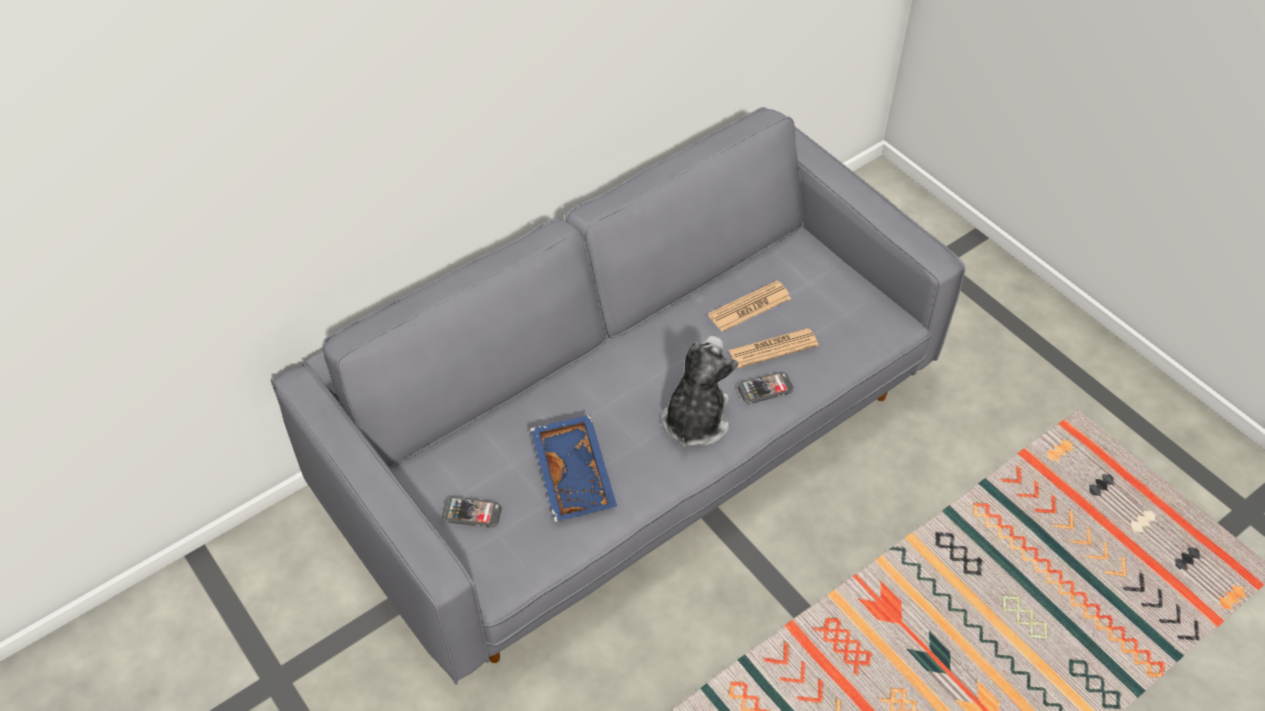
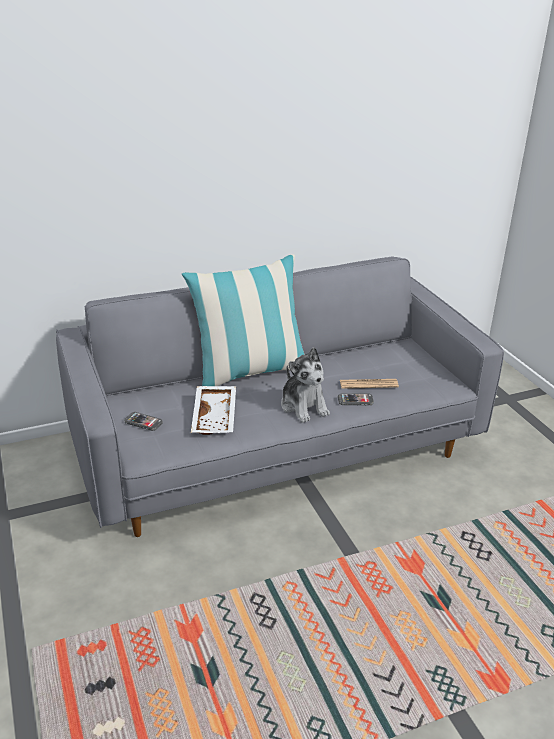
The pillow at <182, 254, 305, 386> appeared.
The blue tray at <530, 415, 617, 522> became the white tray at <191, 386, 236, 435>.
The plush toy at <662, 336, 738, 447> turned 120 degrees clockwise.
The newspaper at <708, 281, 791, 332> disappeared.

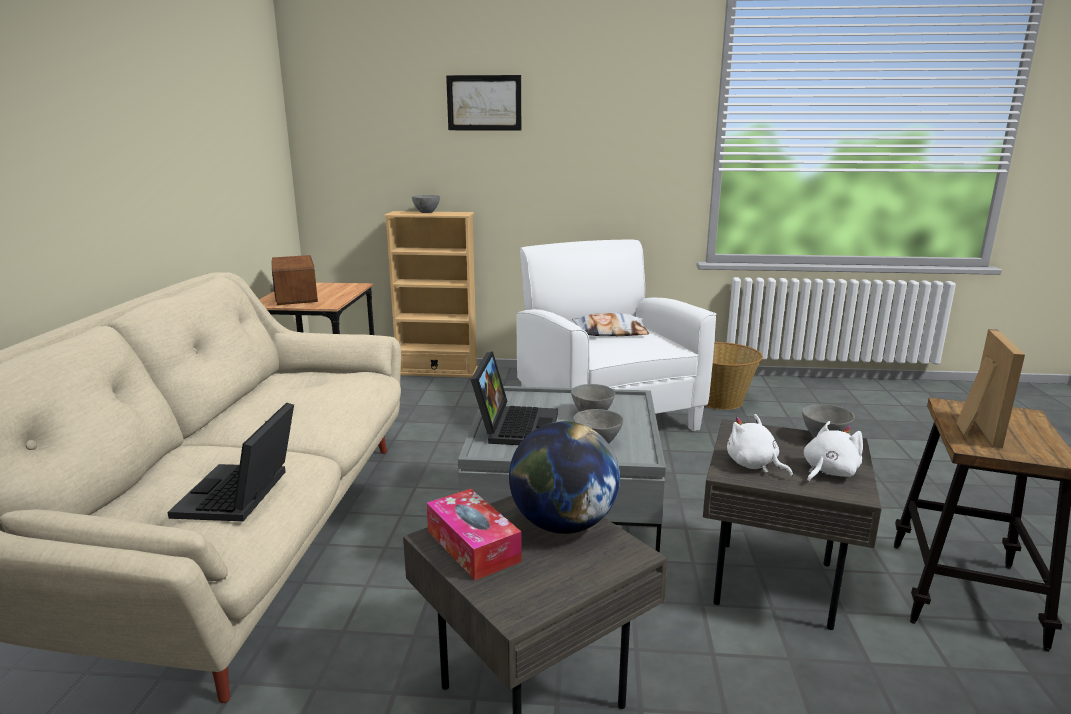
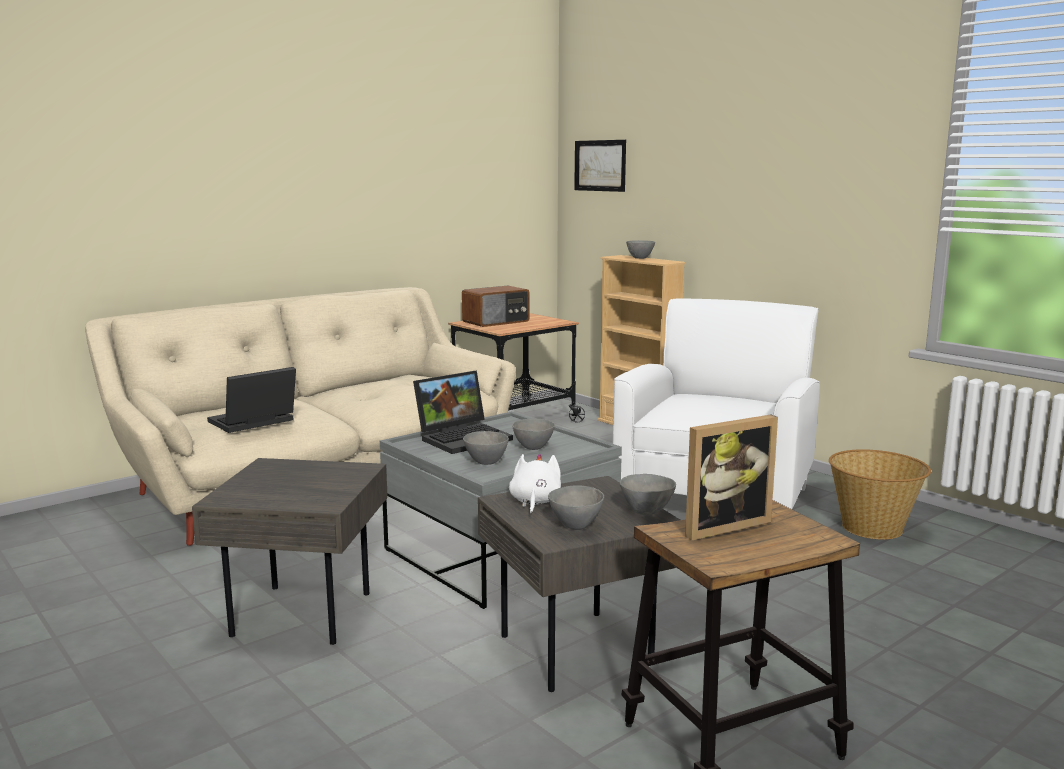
The radio at <270, 255, 318, 305> turned 150 degrees counterclockwise.
The white plush toy at <804, 421, 863, 482> was replaced by the grey bowl at <548, 485, 604, 530>.
The picture moved from <446, 75, 521, 130> to <574, 140, 626, 192>.
The tissue box at <426, 489, 522, 580> disappeared.
The globe at <509, 421, 620, 534> disappeared.
The pillow at <572, 313, 649, 336> disappeared.

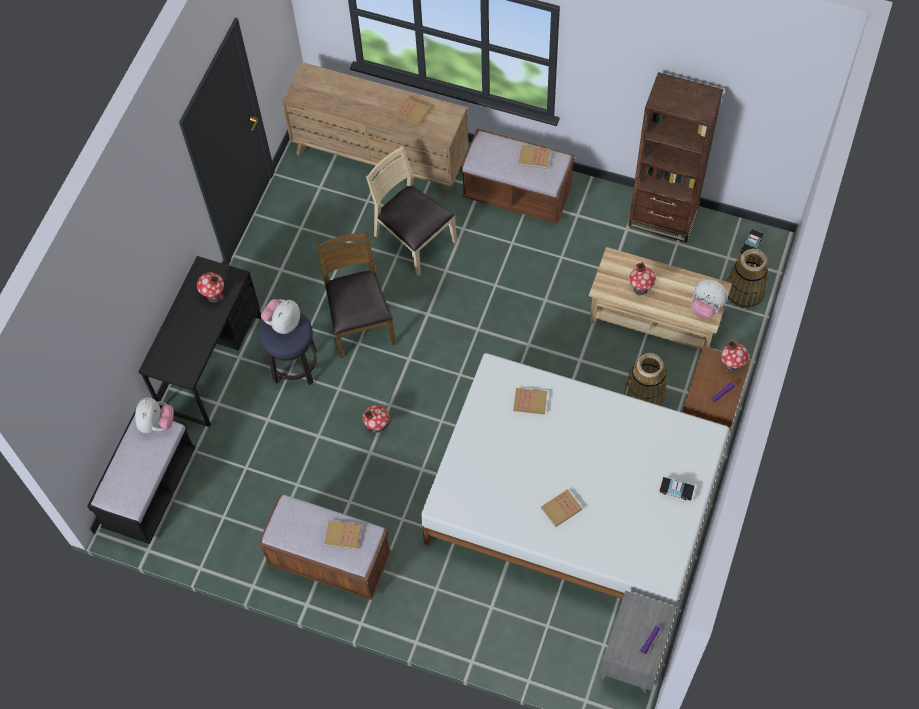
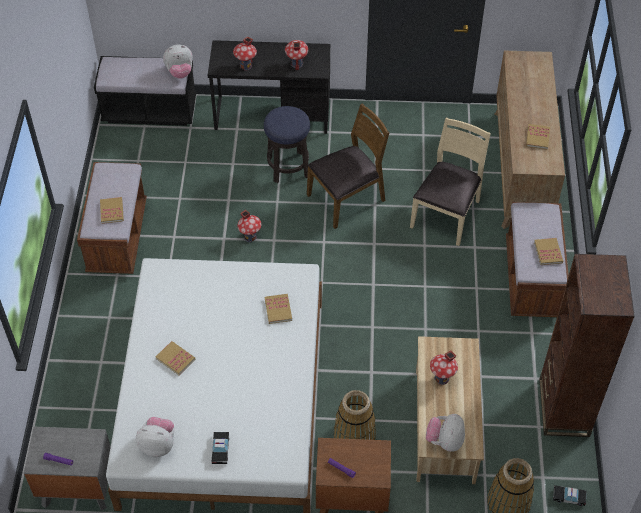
The plush toy moved from <261, 299, 300, 334> to <136, 417, 174, 457>.
The toy house moved from <721, 339, 749, 373> to <233, 37, 257, 71>.

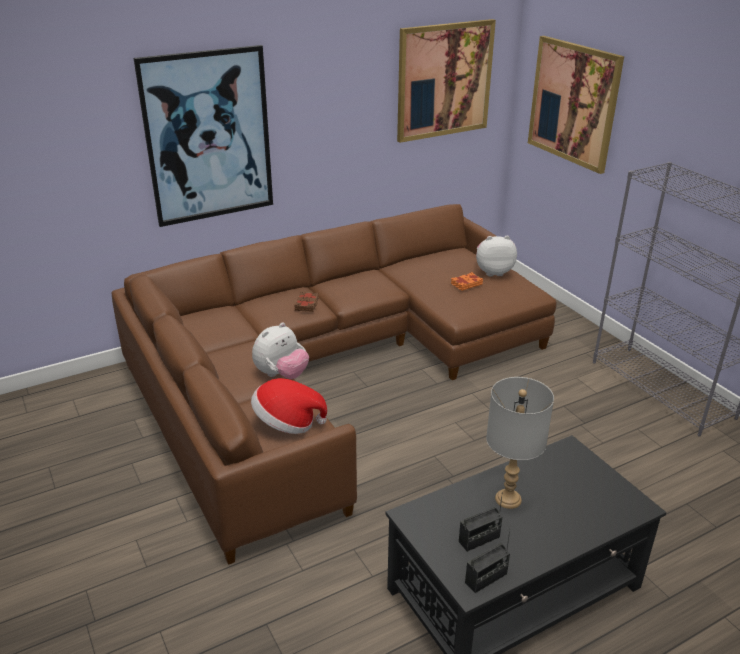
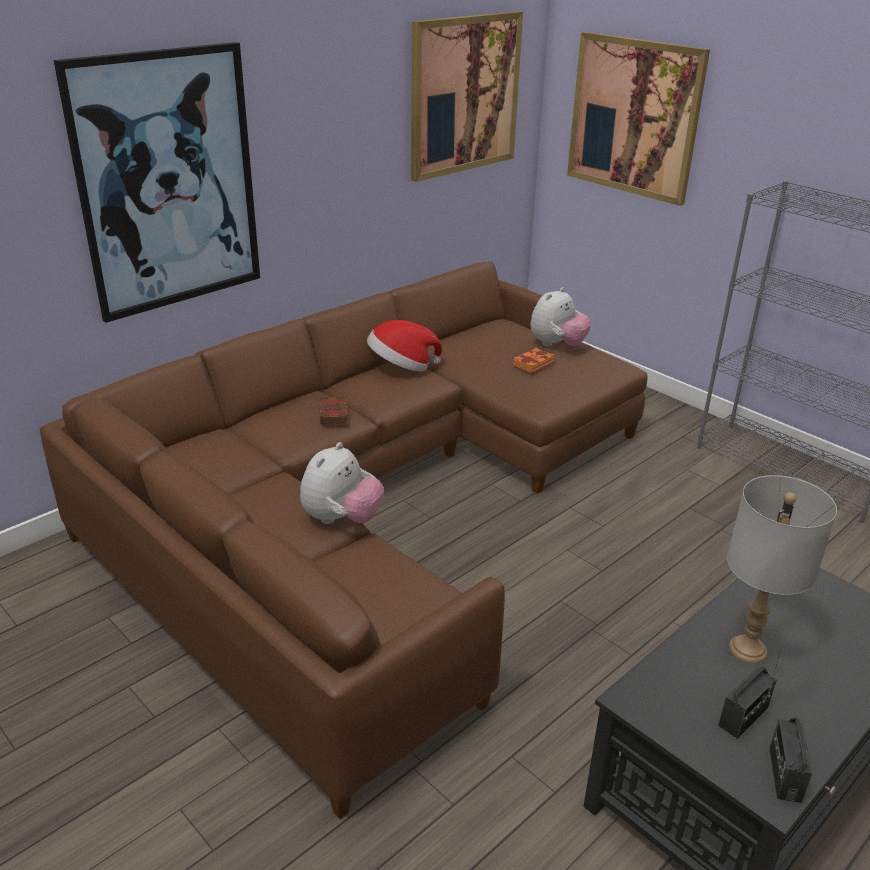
The hat moved from <251, 378, 327, 434> to <367, 320, 442, 371>.
The plush toy at <476, 236, 517, 276> turned 150 degrees clockwise.
The radio at <465, 529, 510, 593> turned 150 degrees clockwise.

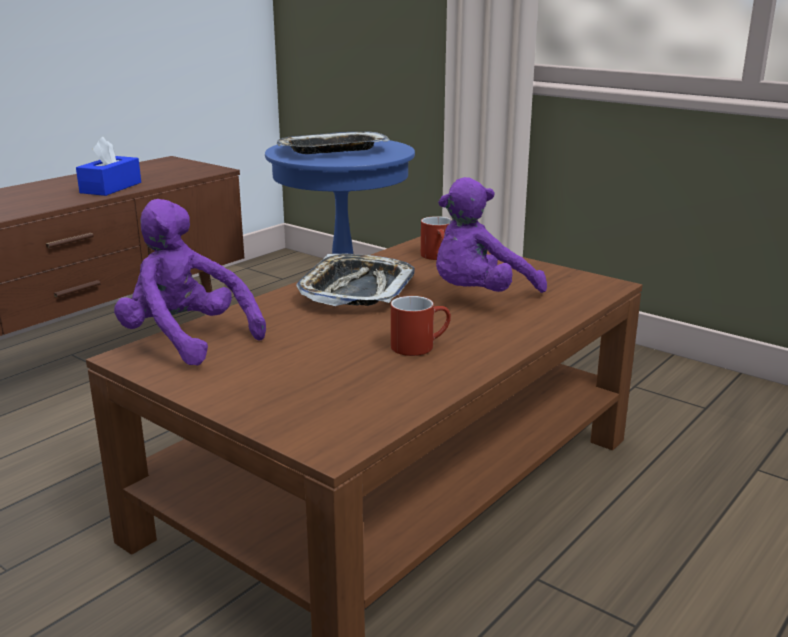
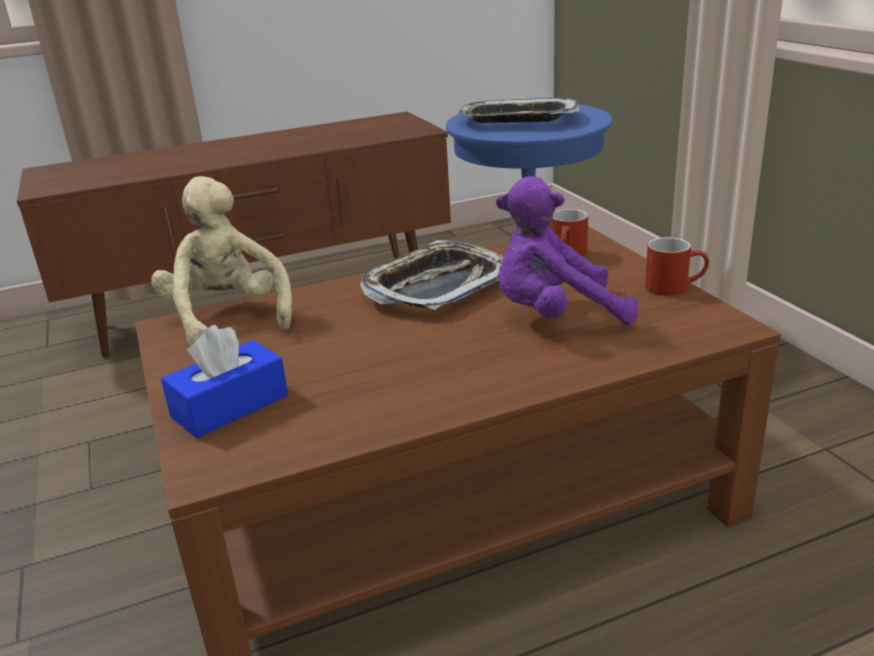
The purple plush toy at <114, 199, 266, 366> became the beige plush toy at <151, 176, 292, 346>.
The blue tissue box moved from <76, 137, 141, 196> to <161, 325, 288, 438>.
The red mug moved from <391, 296, 451, 356> to <645, 237, 709, 296>.

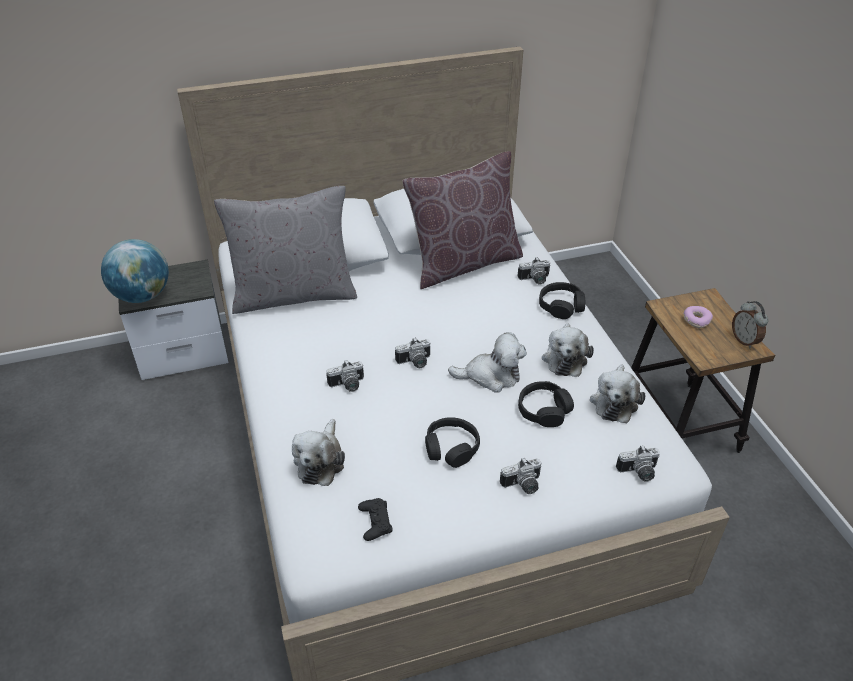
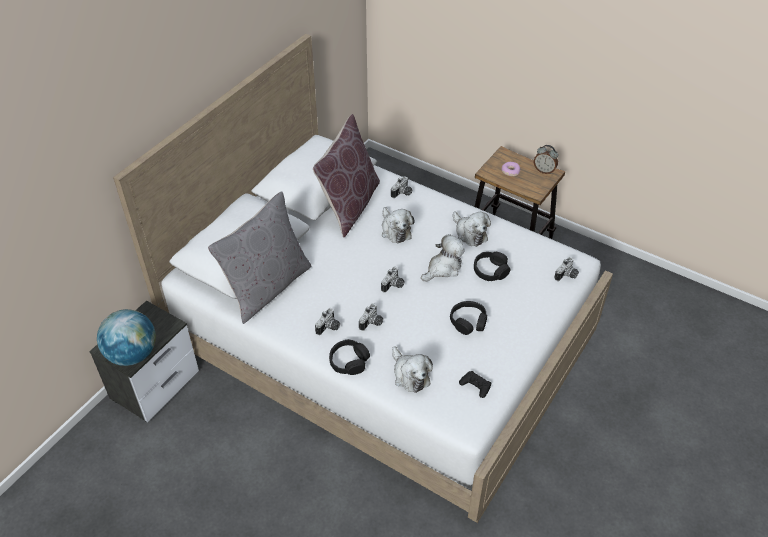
The photo camera moved from <500, 458, 542, 494> to <315, 308, 340, 335>.
The black headphones moved from <539, 282, 585, 319> to <329, 339, 370, 375>.
The plush toy moved from <590, 364, 646, 423> to <382, 207, 415, 243>.

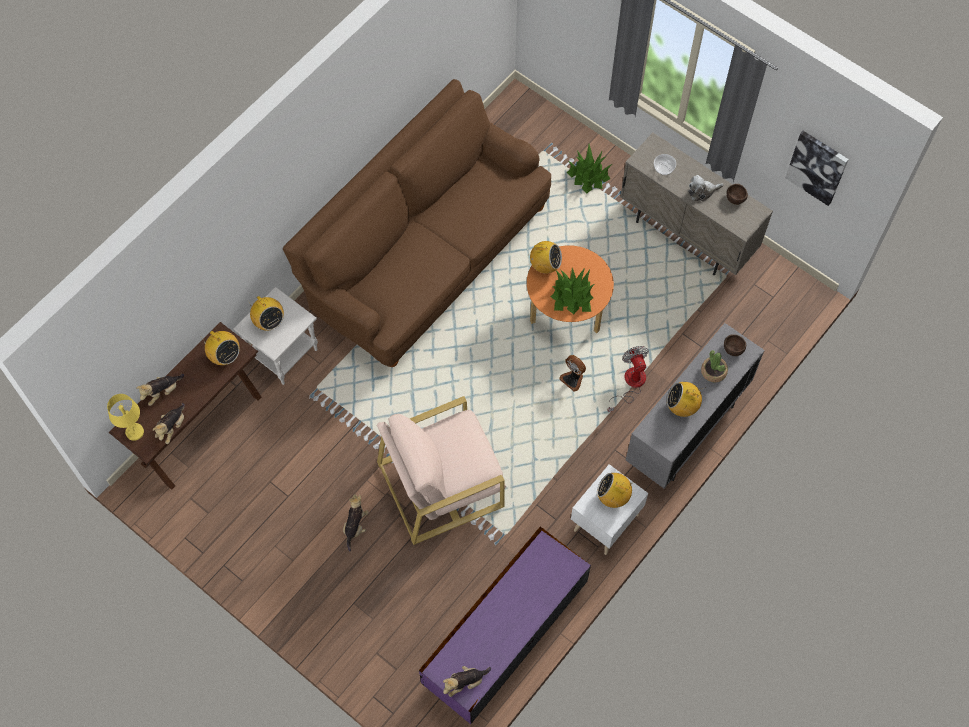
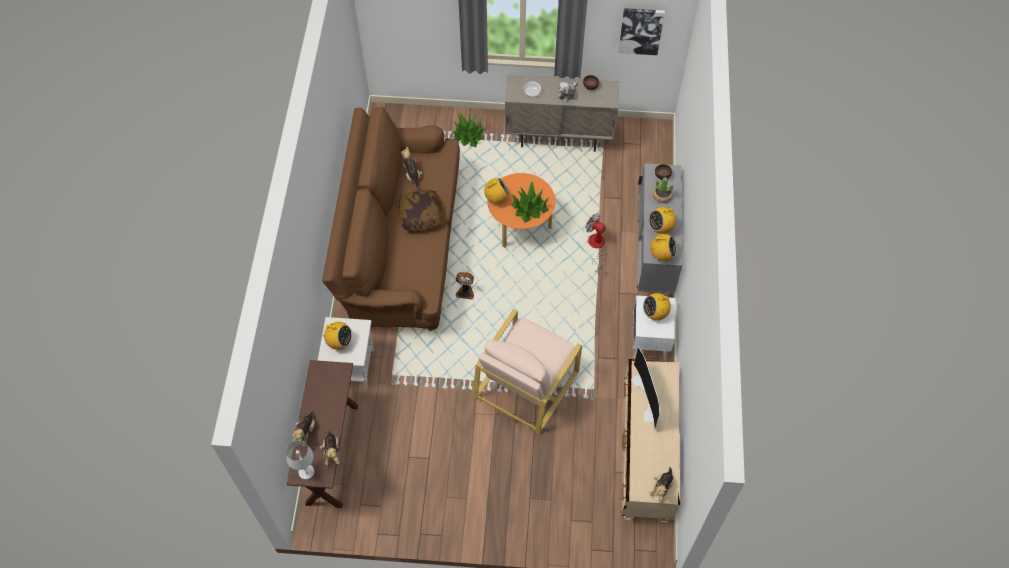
The yellow table lamp at <107, 394, 144, 441> became the white table lamp at <286, 440, 314, 480>.
The pillow at <398, 190, 443, 230> appeared.
The plush toy moved from <343, 494, 368, 551> to <401, 146, 422, 191>.
The fan moved from <559, 355, 586, 391> to <456, 272, 474, 299>.
The purple tv stand at <419, 526, 591, 724> became the beige tv stand at <621, 359, 680, 523>.
The television at <631, 346, 661, 430> appeared.
The radio moved from <201, 331, 240, 365> to <650, 234, 677, 261>.

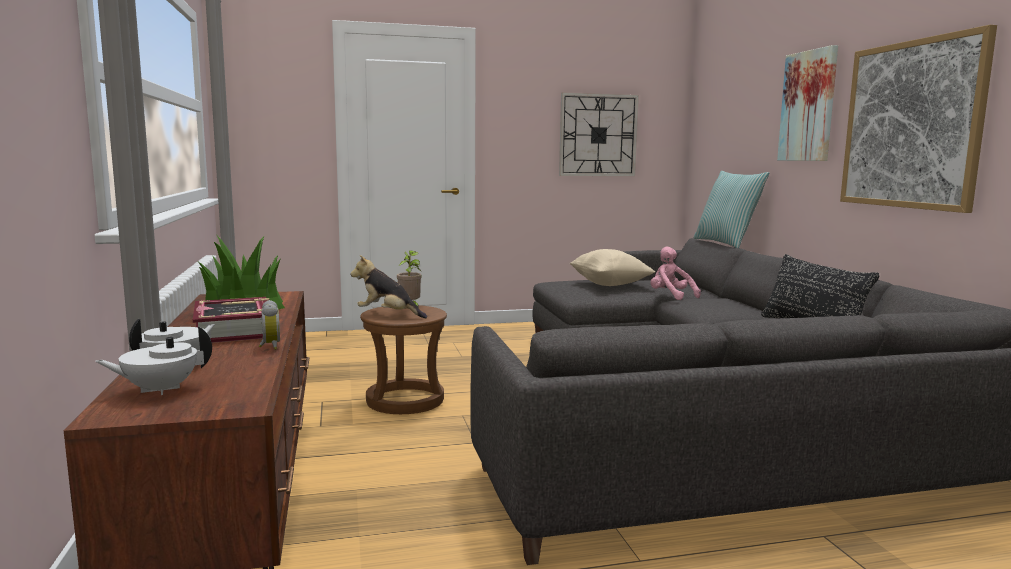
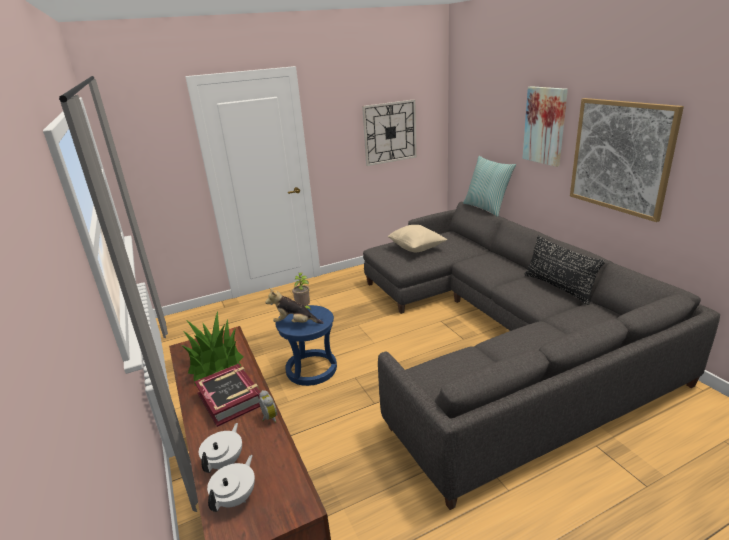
The white teapot at <95, 326, 212, 395> turned 150 degrees clockwise.
The brown stool at <360, 305, 447, 414> became the blue stool at <276, 305, 337, 386>.
The pink plush toy at <650, 246, 701, 300> disappeared.

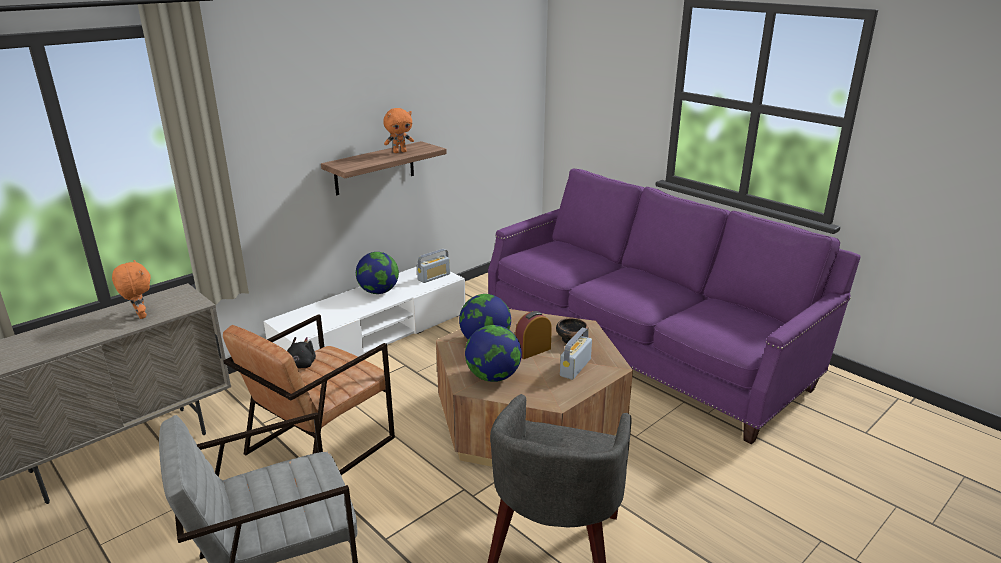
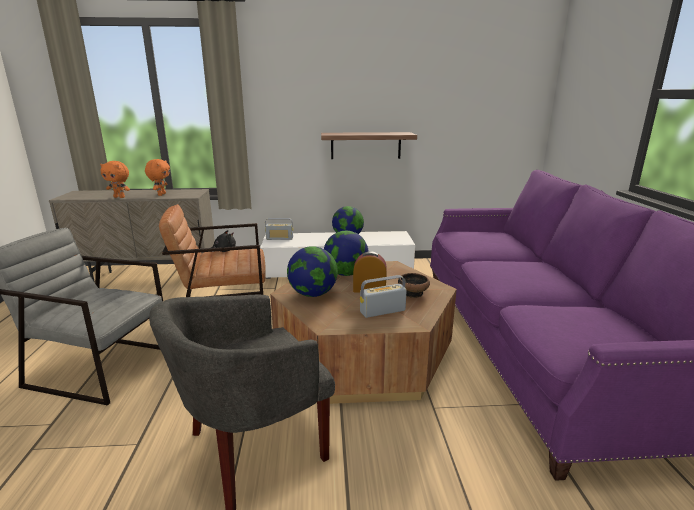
The orange plush toy moved from <383, 108, 414, 153> to <100, 161, 130, 198>.
The radio moved from <417, 249, 450, 283> to <265, 218, 293, 240>.

